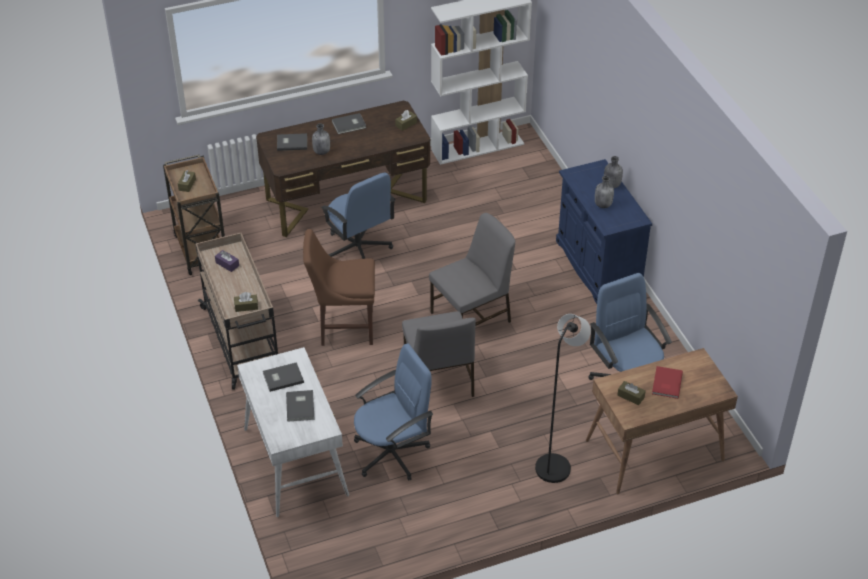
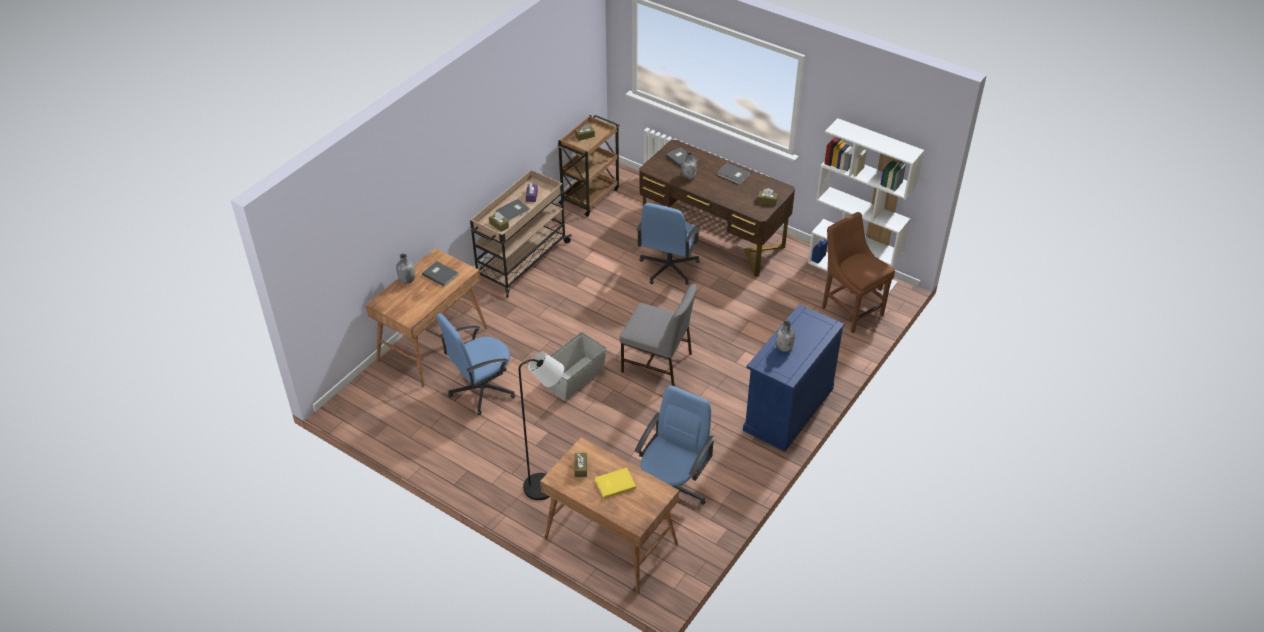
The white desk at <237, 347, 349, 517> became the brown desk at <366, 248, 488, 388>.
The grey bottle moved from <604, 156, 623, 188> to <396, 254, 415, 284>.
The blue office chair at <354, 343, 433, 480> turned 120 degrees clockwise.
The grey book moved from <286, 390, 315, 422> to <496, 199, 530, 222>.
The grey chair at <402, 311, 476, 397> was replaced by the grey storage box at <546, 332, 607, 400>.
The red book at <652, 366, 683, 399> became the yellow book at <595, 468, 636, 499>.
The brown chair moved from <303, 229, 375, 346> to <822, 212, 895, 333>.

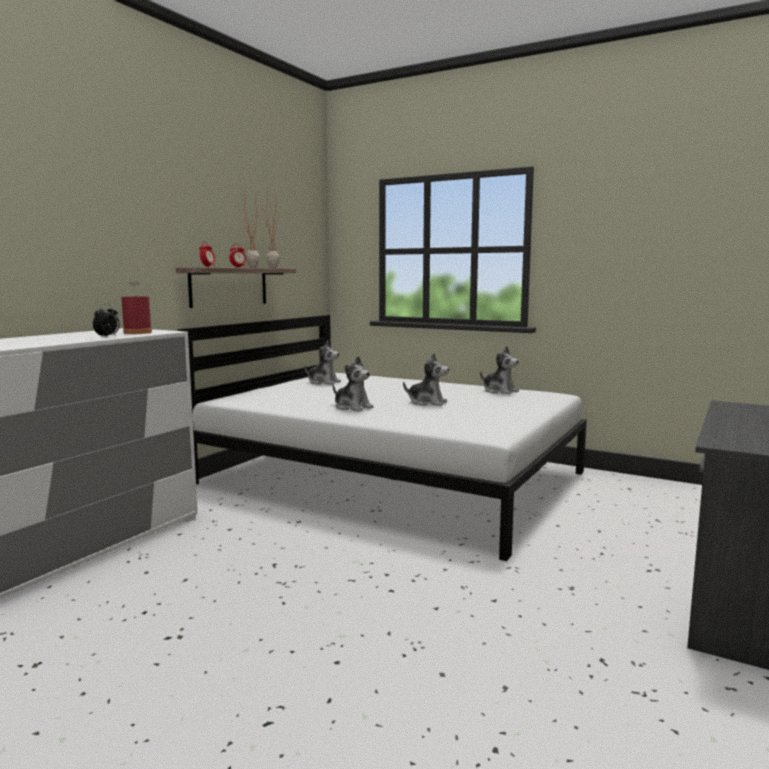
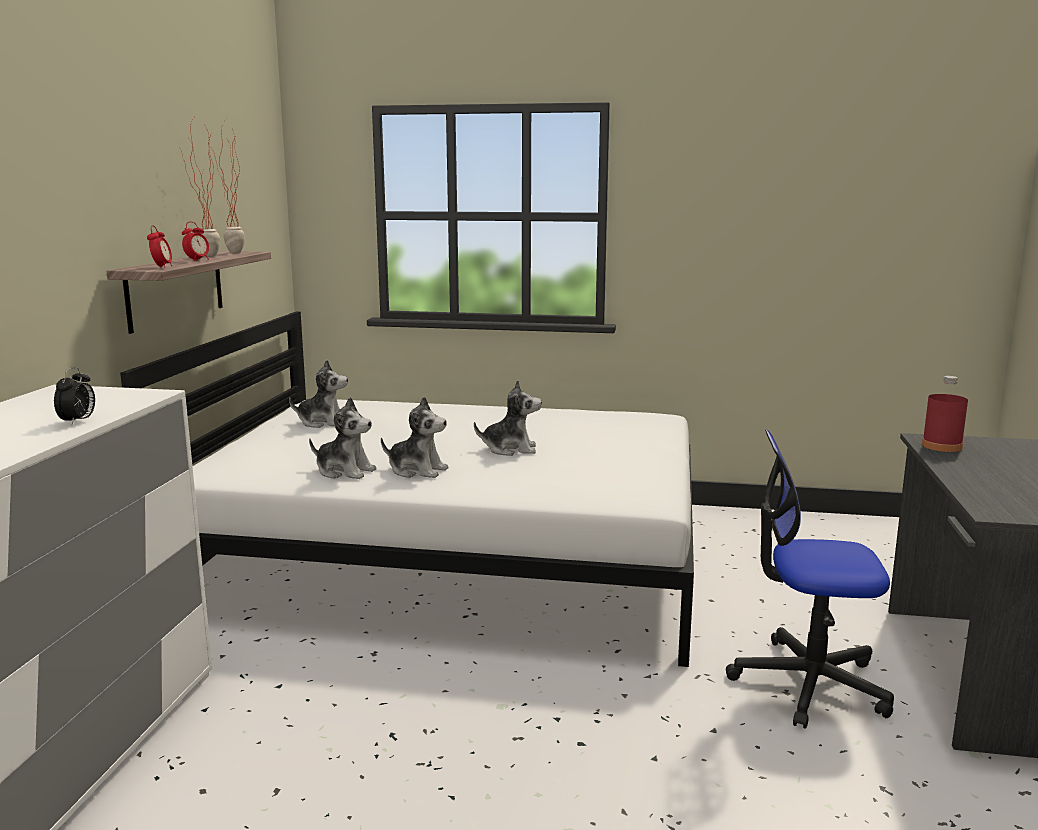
The plush toy moved from <480, 346, 519, 394> to <309, 397, 376, 479>.
The office chair at <726, 430, 894, 729> appeared.
The red bottle moved from <121, 281, 152, 334> to <922, 376, 968, 452>.

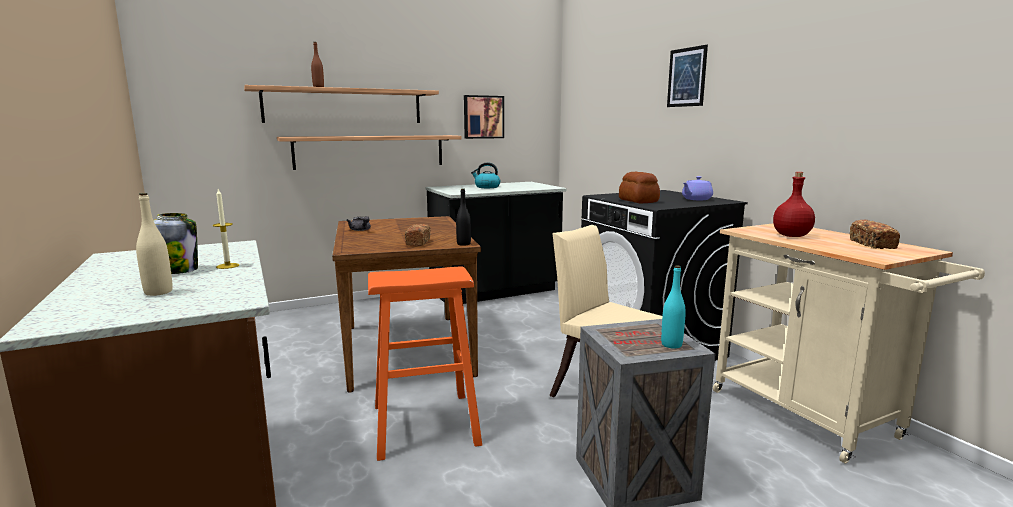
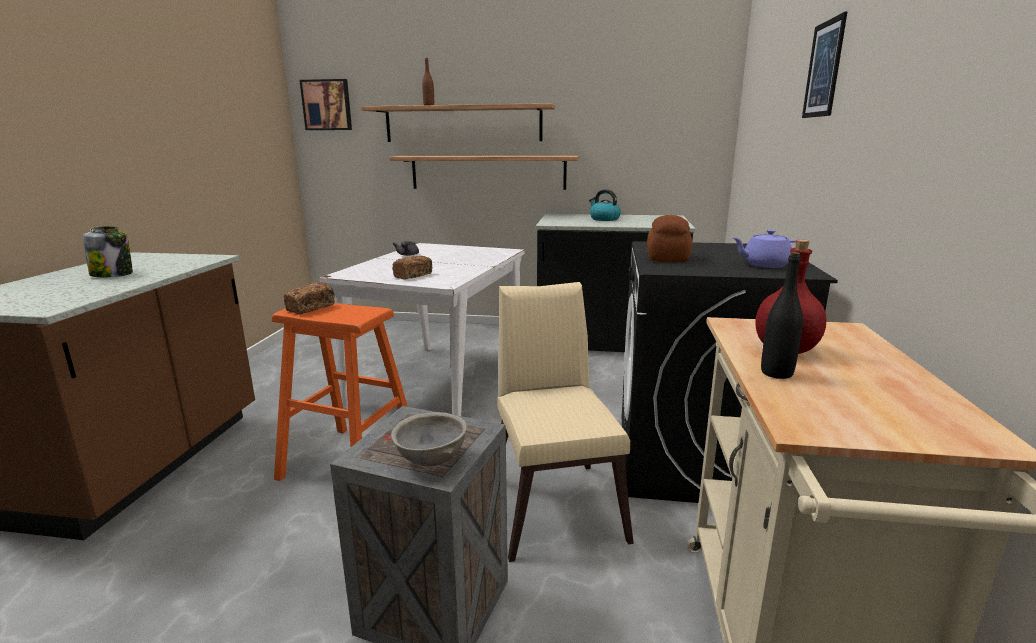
The bread moved from <849, 219, 900, 249> to <284, 282, 335, 315>.
The picture moved from <464, 95, 504, 139> to <300, 79, 352, 130>.
The brown dining table at <332, 216, 481, 393> became the white dining table at <320, 243, 525, 416>.
The turquoise bottle at <661, 265, 686, 349> was replaced by the grey bowl at <391, 412, 467, 467>.
The black bottle moved from <456, 189, 471, 246> to <761, 252, 803, 379>.
The beige bottle at <136, 193, 173, 296> disappeared.
The candle at <213, 189, 239, 269> disappeared.

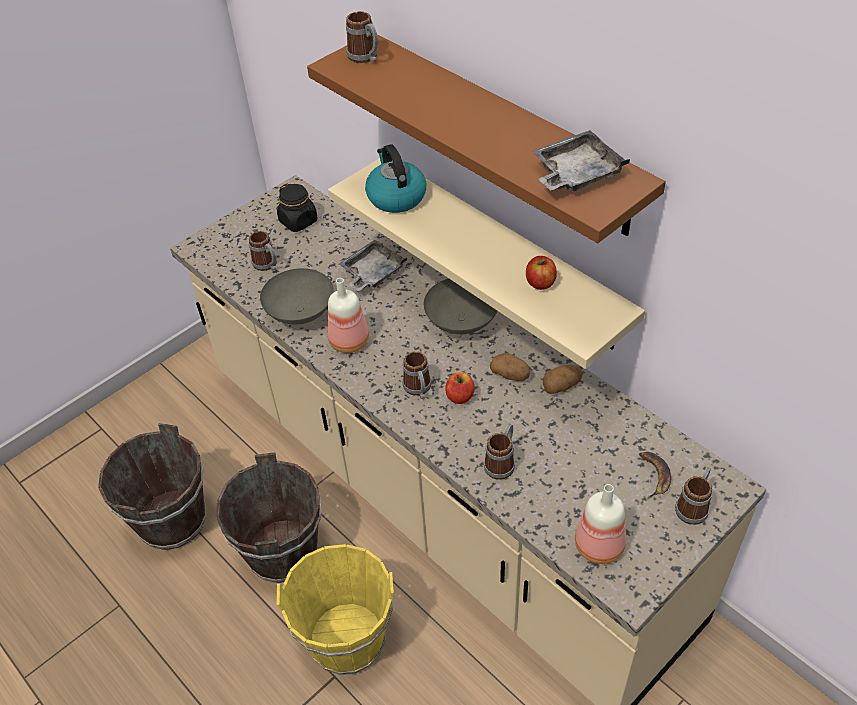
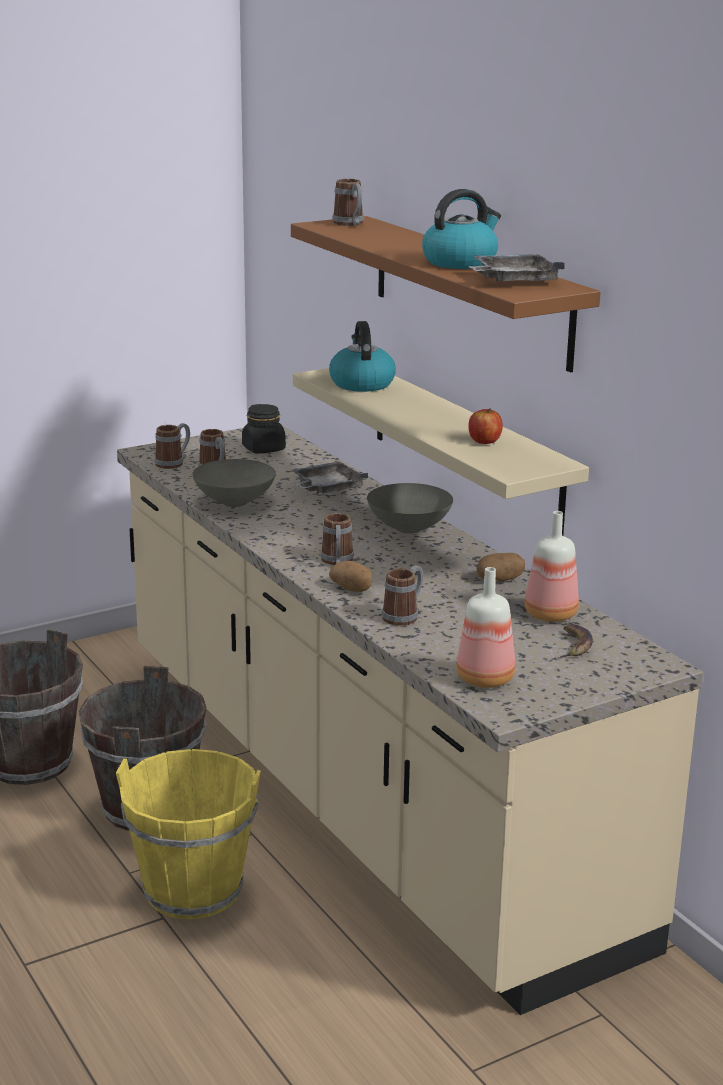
The mug moved from <675, 467, 712, 525> to <155, 423, 190, 469>.
The potato moved from <490, 353, 530, 381> to <329, 561, 372, 592>.
The kettle at <422, 189, 501, 269> appeared.
The bottle moved from <327, 278, 369, 353> to <525, 511, 579, 622>.
The apple at <445, 372, 475, 404> disappeared.

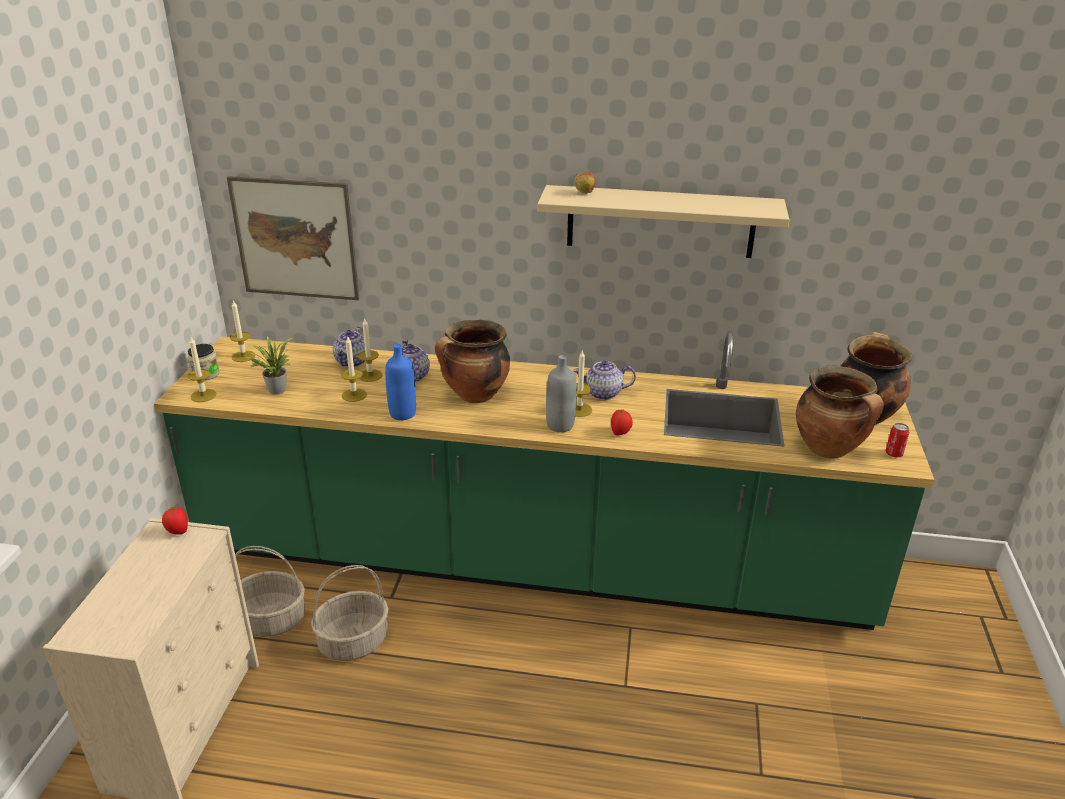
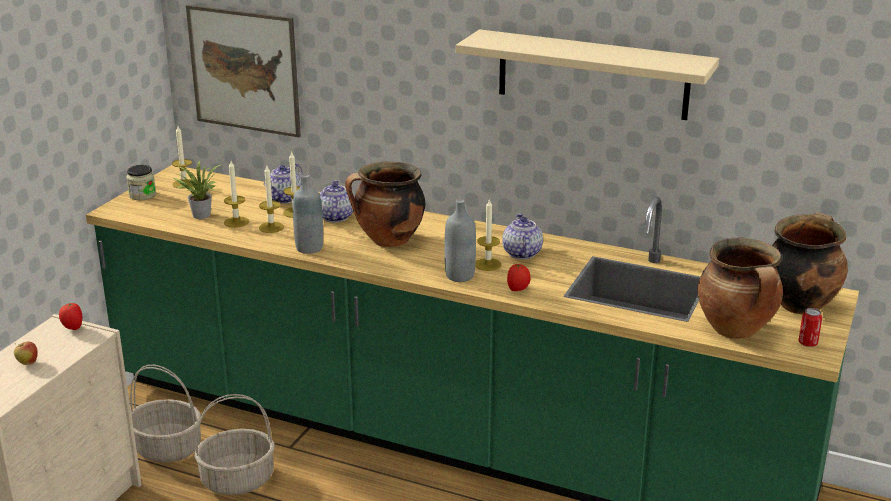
The apple moved from <575, 172, 595, 194> to <14, 341, 38, 365>.
The candle moved from <188, 337, 217, 402> to <224, 161, 249, 228>.
The blue bottle at <385, 344, 416, 420> became the grey bottle at <293, 174, 323, 254>.
The teapot at <573, 360, 636, 400> turned 75 degrees clockwise.

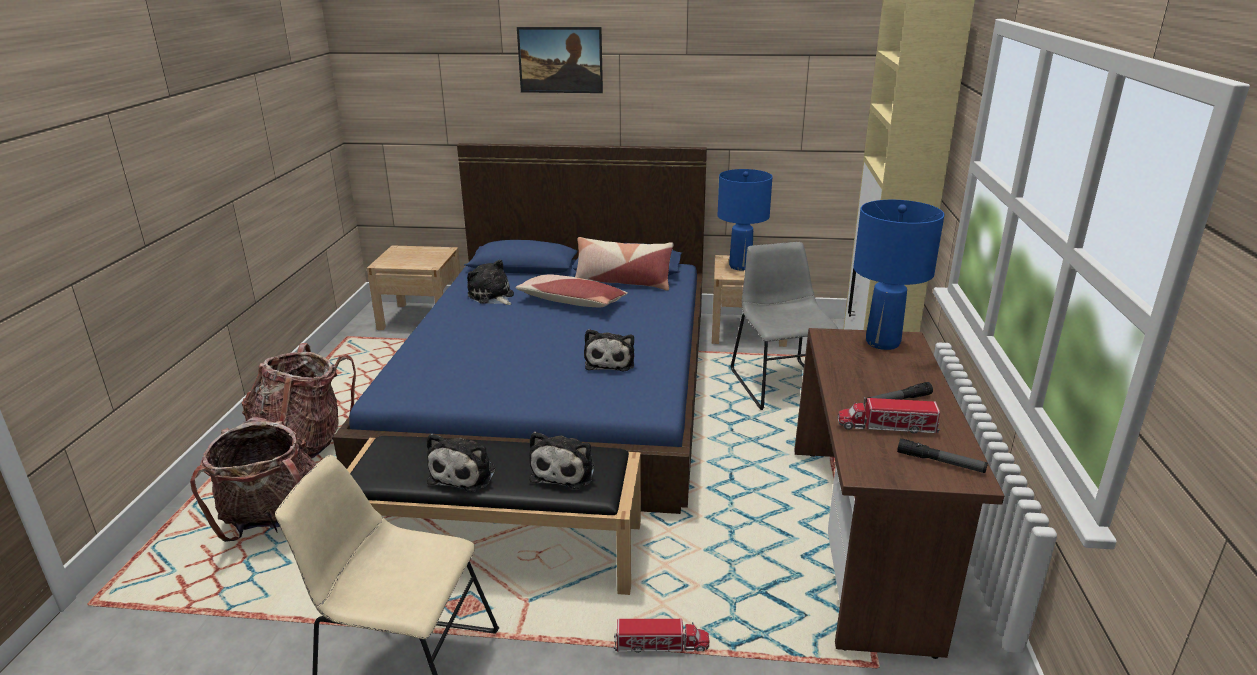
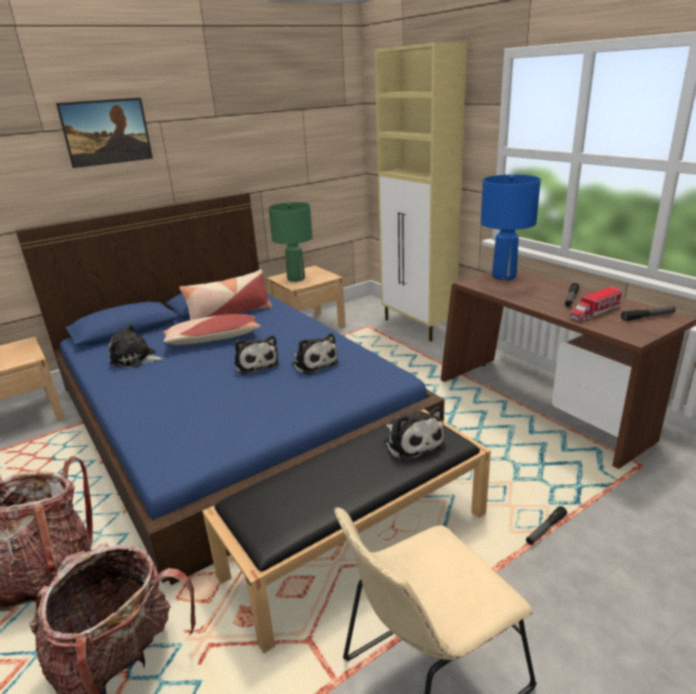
The plush toy moved from <427, 434, 496, 492> to <234, 335, 279, 375>.
The blue table lamp at <718, 169, 772, 270> became the green table lamp at <269, 202, 313, 282>.
The toy truck at <614, 619, 709, 653> was replaced by the flashlight at <526, 506, 567, 545>.
The grey chair at <731, 242, 838, 410> disappeared.

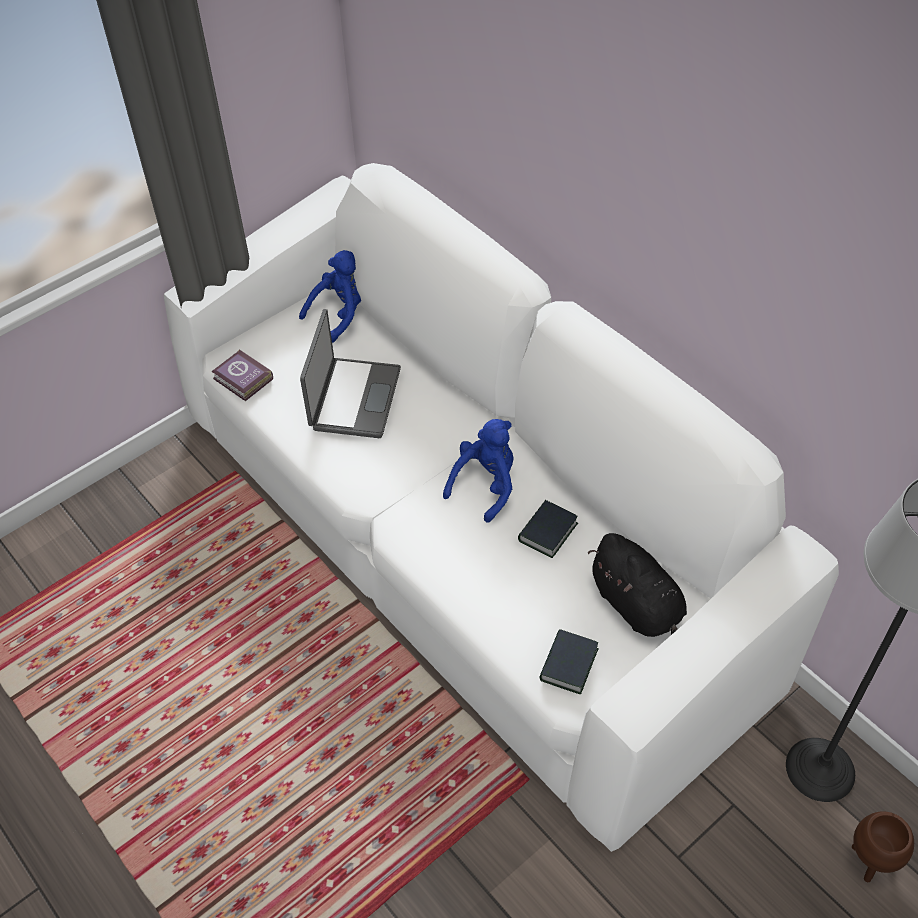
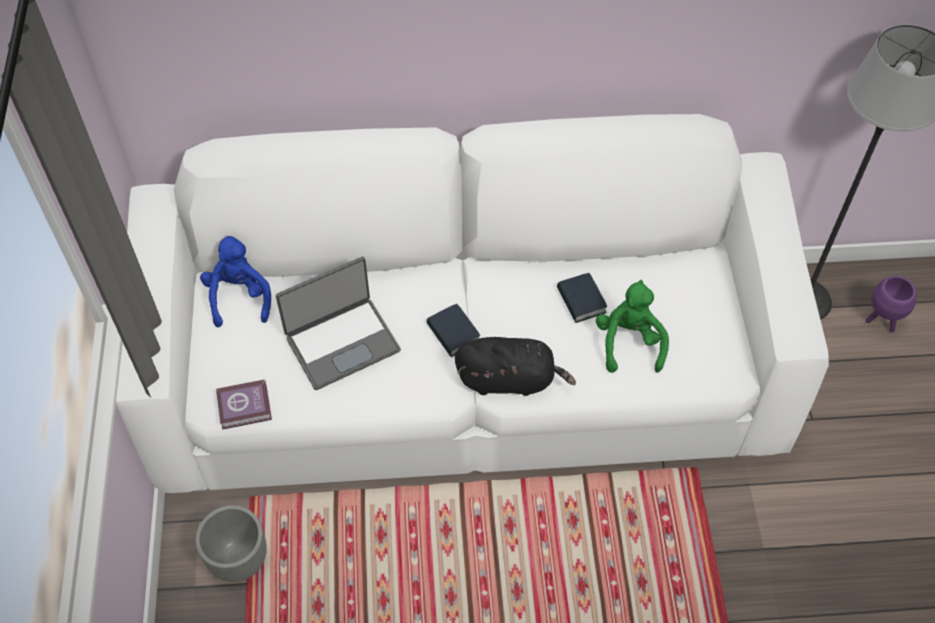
The grey planter at <195, 505, 267, 582> appeared.
The laptop at <300, 309, 401, 438> turned 105 degrees clockwise.
The book moved from <539, 629, 599, 694> to <426, 304, 480, 357>.
The black plush toy moved from <588, 533, 687, 637> to <455, 337, 576, 396>.
The green plush toy at <596, 280, 669, 373> appeared.
The brown planter at <852, 811, 914, 882> became the purple planter at <866, 276, 917, 333>.
The blue plush toy at <443, 419, 513, 523> disappeared.

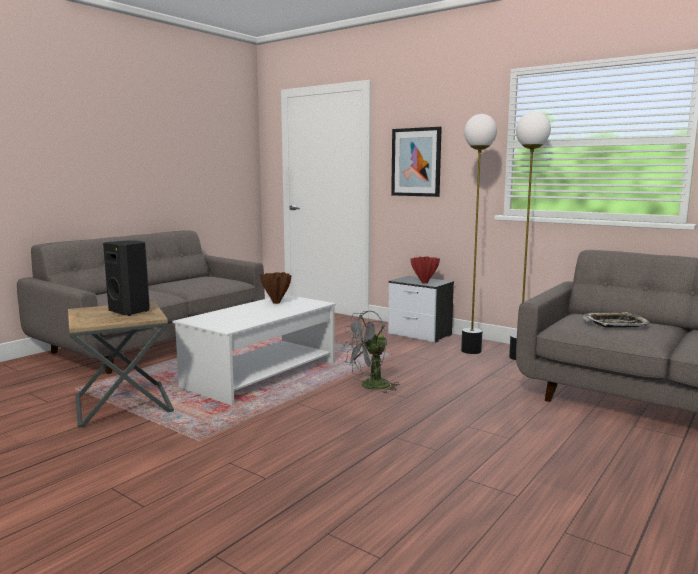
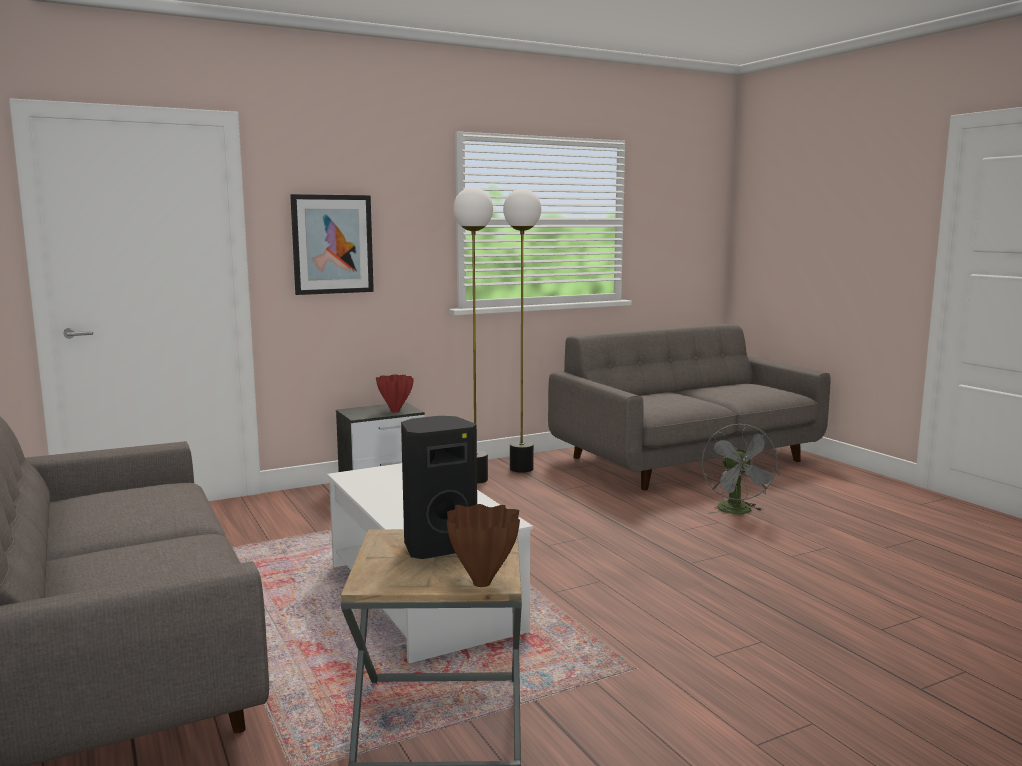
The brown vase moved from <260, 272, 292, 304> to <447, 504, 520, 587>.
The grey fan moved from <342, 311, 400, 394> to <702, 423, 780, 514>.
The tray at <583, 312, 651, 328> disappeared.

